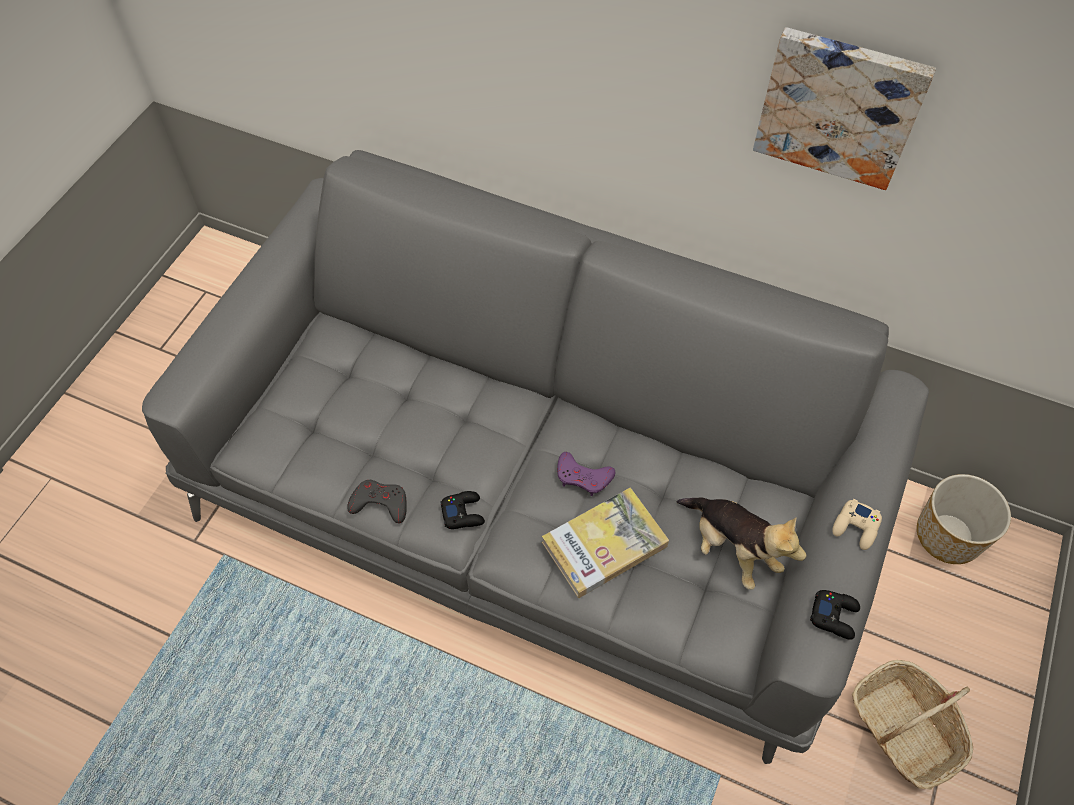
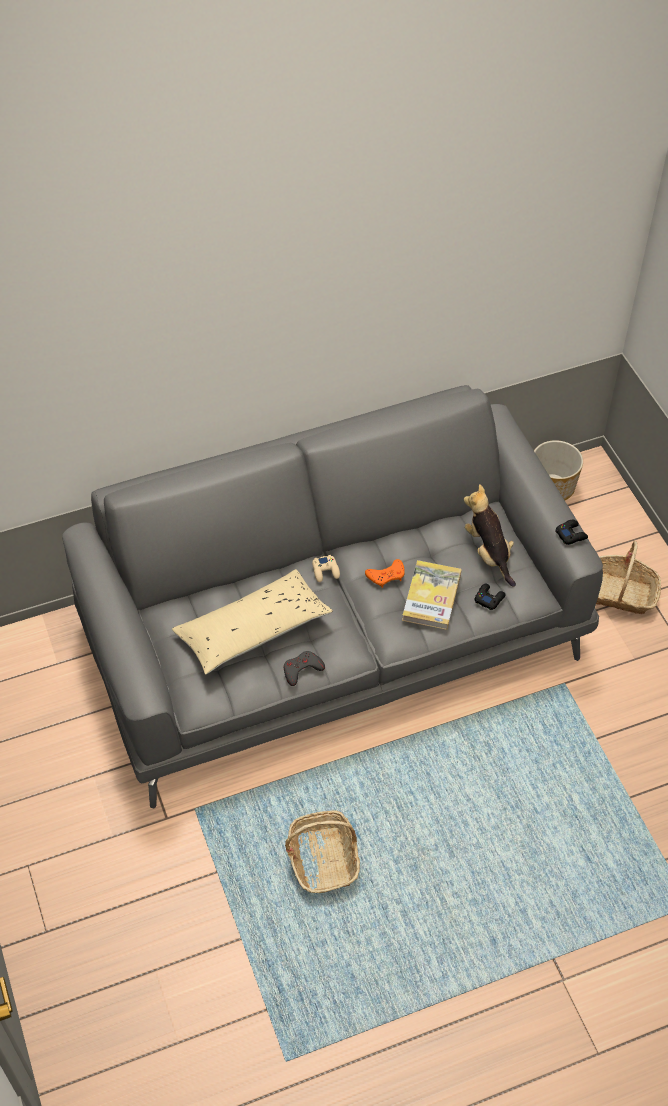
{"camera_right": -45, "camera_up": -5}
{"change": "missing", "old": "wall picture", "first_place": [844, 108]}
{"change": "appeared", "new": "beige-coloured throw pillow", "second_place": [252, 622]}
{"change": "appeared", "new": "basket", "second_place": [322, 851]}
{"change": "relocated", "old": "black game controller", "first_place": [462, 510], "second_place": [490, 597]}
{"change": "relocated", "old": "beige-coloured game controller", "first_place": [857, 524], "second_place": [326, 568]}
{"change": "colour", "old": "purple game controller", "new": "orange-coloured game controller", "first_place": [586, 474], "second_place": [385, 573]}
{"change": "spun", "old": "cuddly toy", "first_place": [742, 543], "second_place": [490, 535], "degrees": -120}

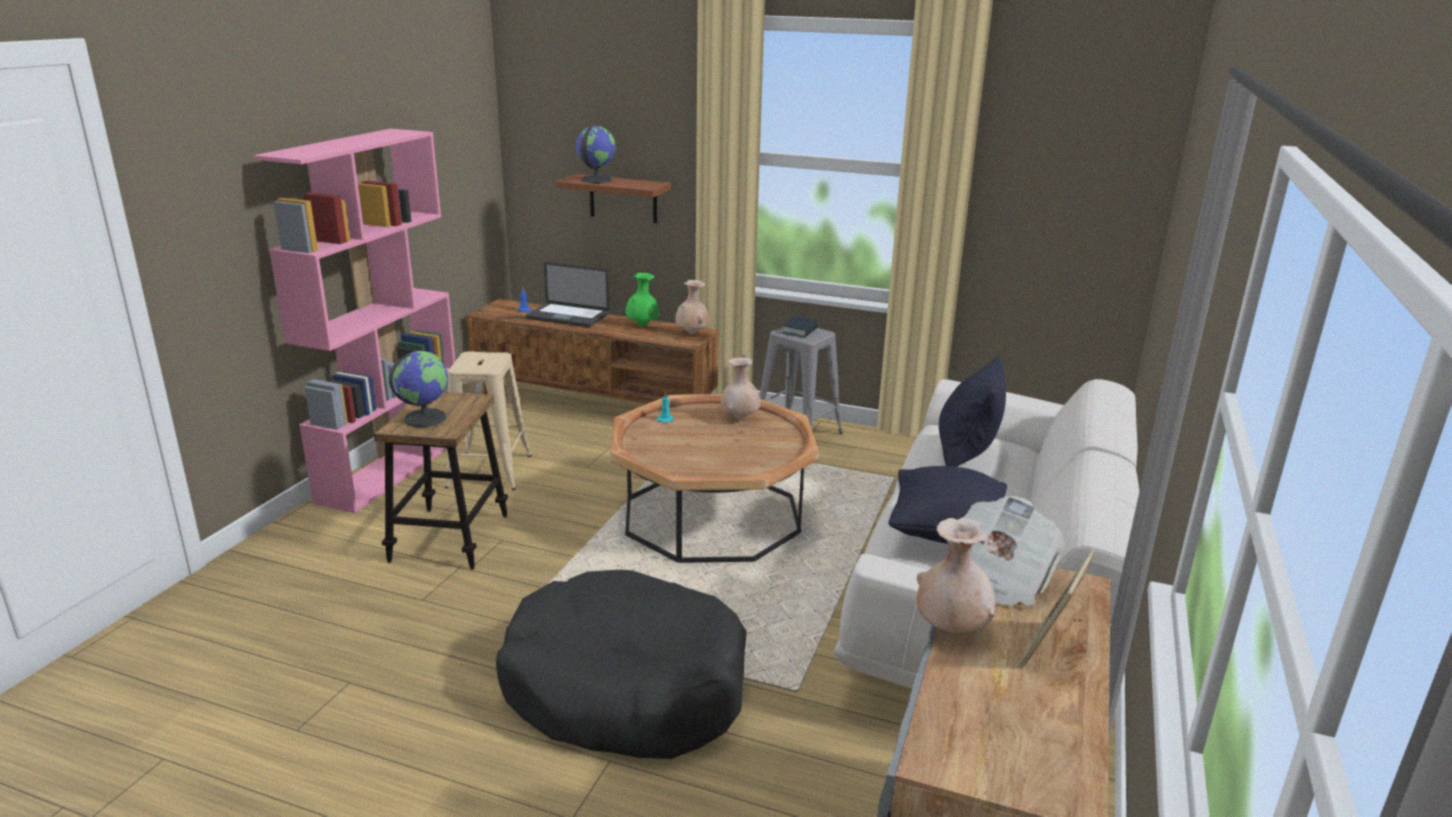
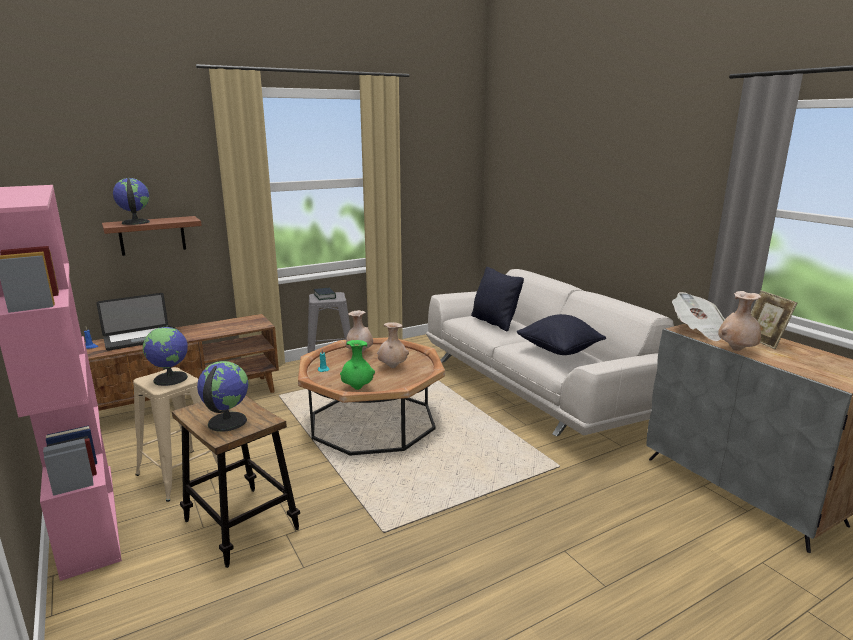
{"camera_right": -50, "camera_up": -5}
{"change": "missing", "old": "black pet bed", "first_place": [621, 664]}
{"change": "appeared", "new": "desk globe", "second_place": [165, 356]}
{"change": "relocated", "old": "greenish flower vase", "first_place": [642, 300], "second_place": [357, 365]}
{"change": "relocated", "old": "beige-coloured flower vase", "first_place": [692, 307], "second_place": [393, 345]}

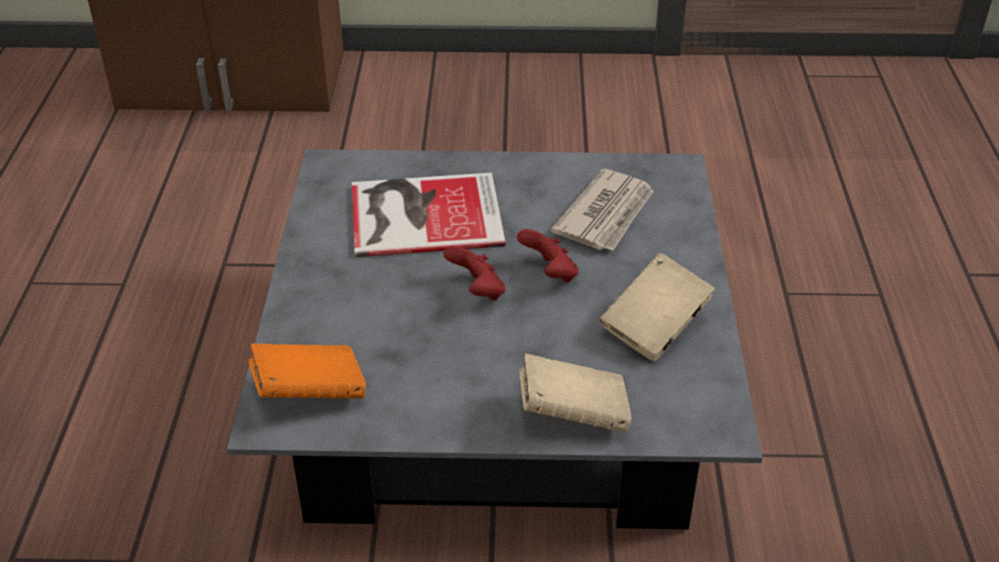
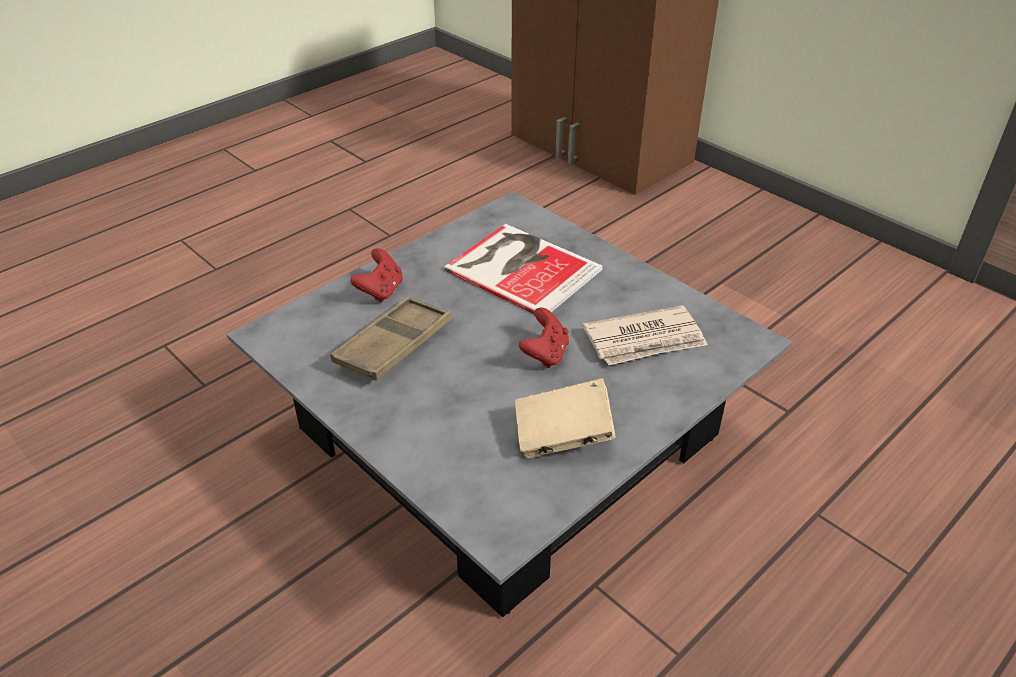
{"camera_right": 45, "camera_up": 0}
{"change": "missing", "old": "orange-coloured volume", "first_place": [307, 371]}
{"change": "missing", "old": "beige-coloured volume", "first_place": [575, 393]}
{"change": "appeared", "new": "brown-coloured carrying tray", "second_place": [391, 338]}
{"change": "relocated", "old": "reddish game controller", "first_place": [474, 273], "second_place": [376, 275]}

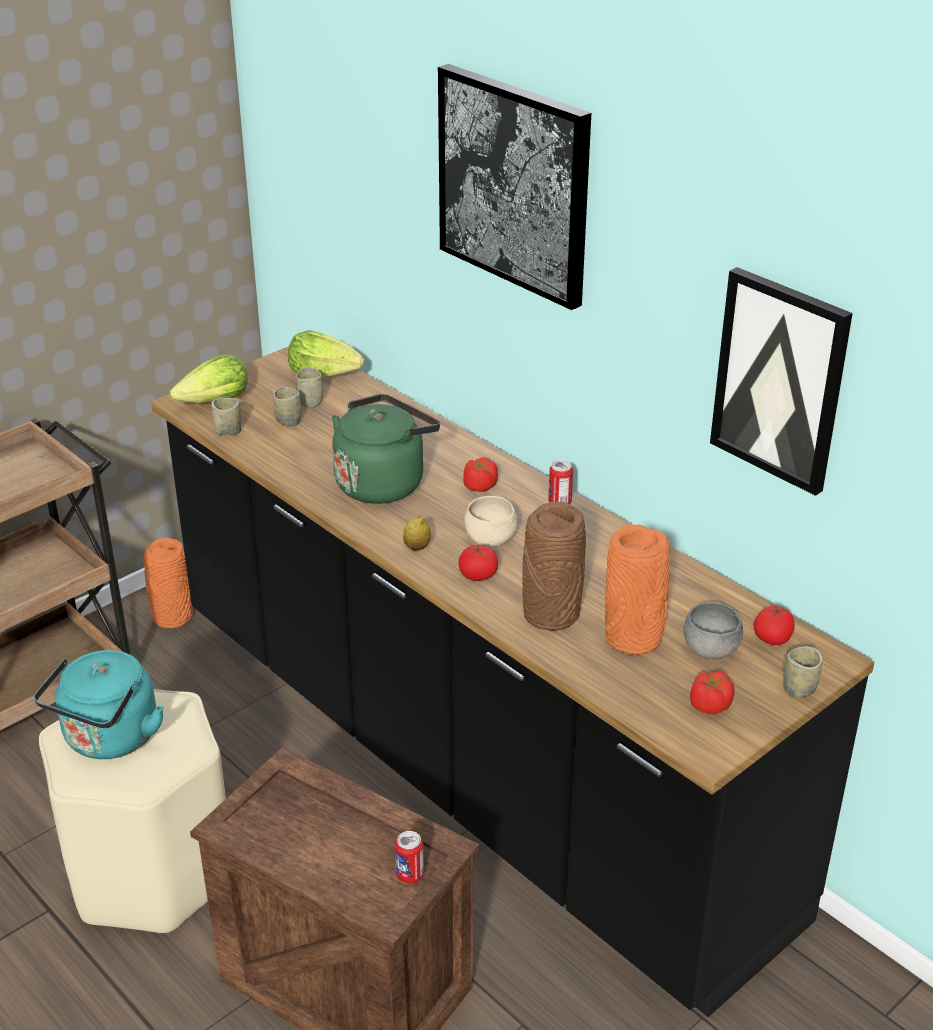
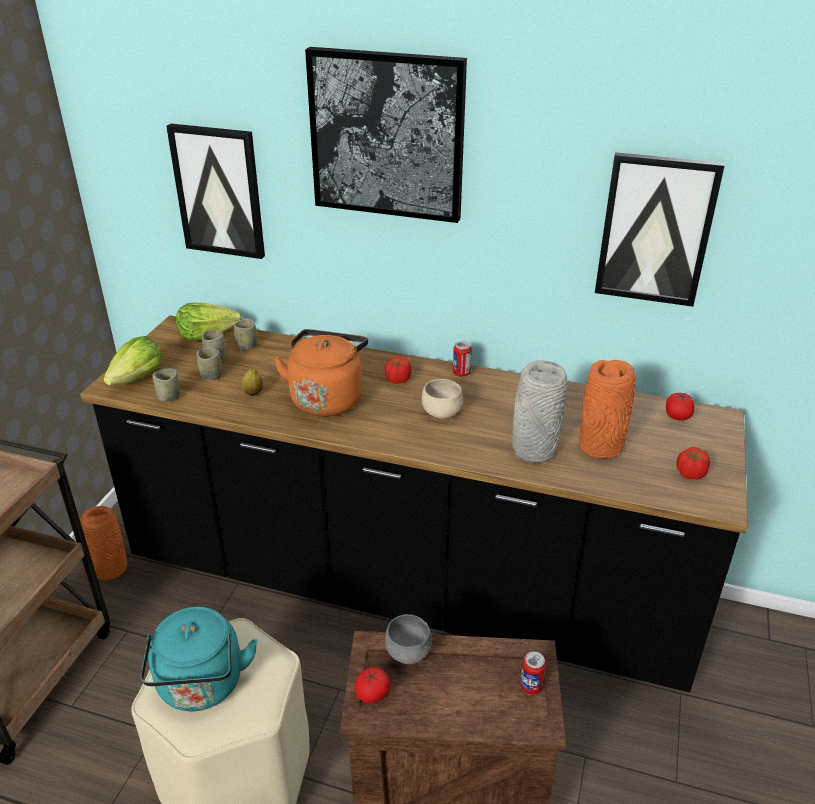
{"camera_right": -30, "camera_up": 0}
{"change": "appeared", "new": "wall picture", "second_place": [215, 191]}
{"change": "relocated", "old": "whole lemon", "first_place": [417, 533], "second_place": [252, 382]}
{"change": "relocated", "old": "fresh tomato", "first_place": [478, 563], "second_place": [372, 685]}
{"change": "relocated", "old": "greyish serving bowl", "first_place": [713, 631], "second_place": [408, 639]}
{"change": "relocated", "old": "drinking cup", "first_place": [802, 672], "second_place": [245, 335]}
{"change": "colour", "old": "greenish tea kettle", "new": "orange-coloured tea kettle", "first_place": [386, 449], "second_place": [320, 372]}
{"change": "colour", "old": "brown-coloured flower vase", "new": "greyish flower vase", "first_place": [554, 566], "second_place": [539, 411]}

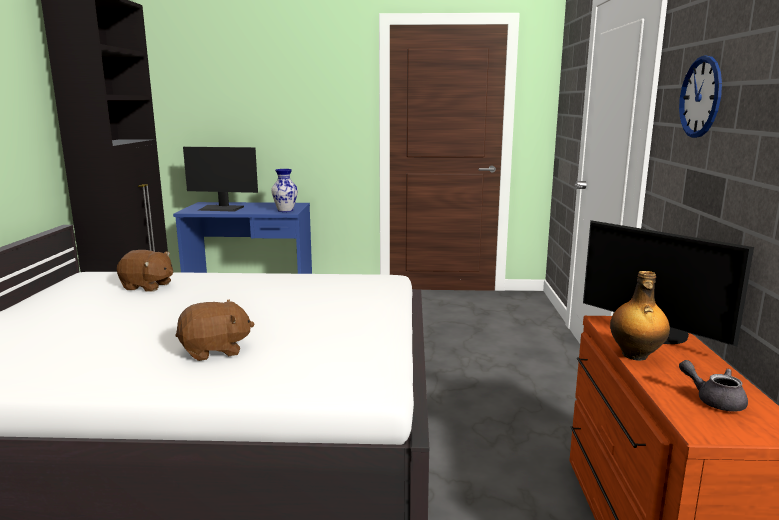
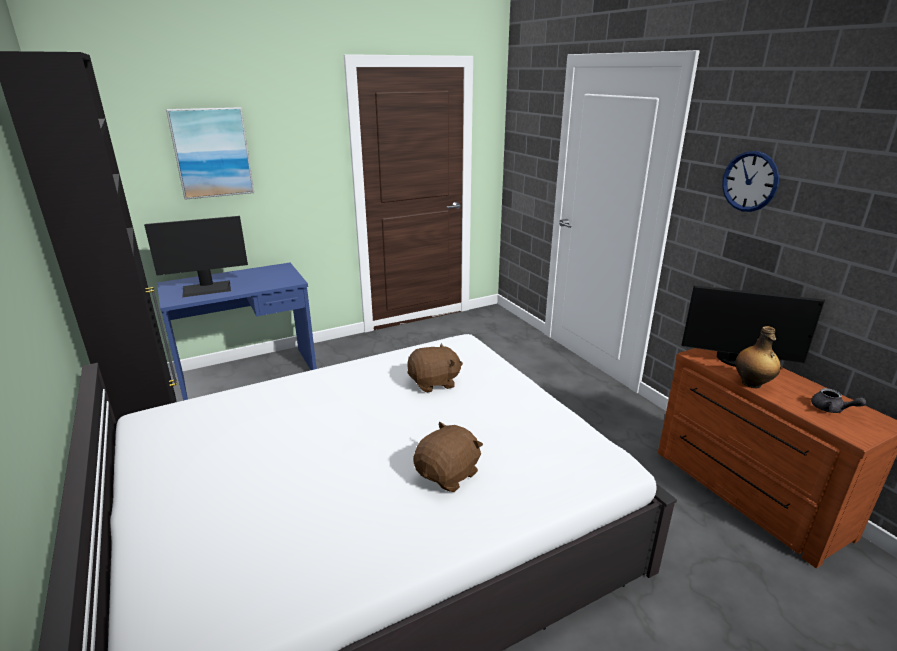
{"camera_right": -30, "camera_up": 10}
{"change": "missing", "old": "flower vase", "first_place": [284, 190]}
{"change": "appeared", "new": "wall picture", "second_place": [210, 153]}
{"change": "relocated", "old": "brown-coloured cuddly toy", "first_place": [145, 271], "second_place": [435, 368]}
{"change": "spun", "old": "greyish tea pot", "first_place": [713, 386], "second_place": [838, 400], "degrees": -150}

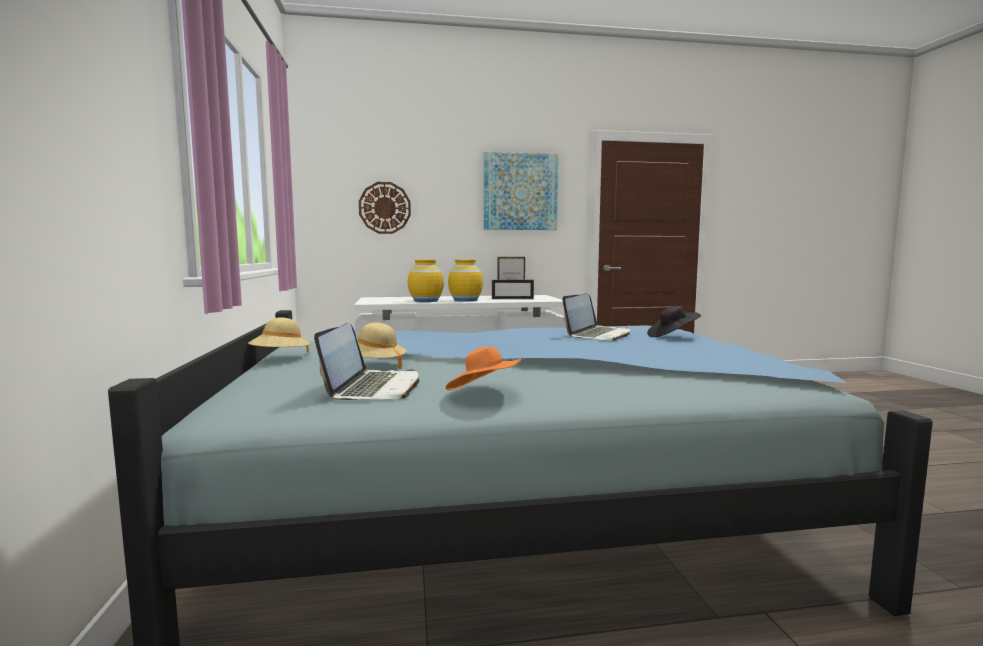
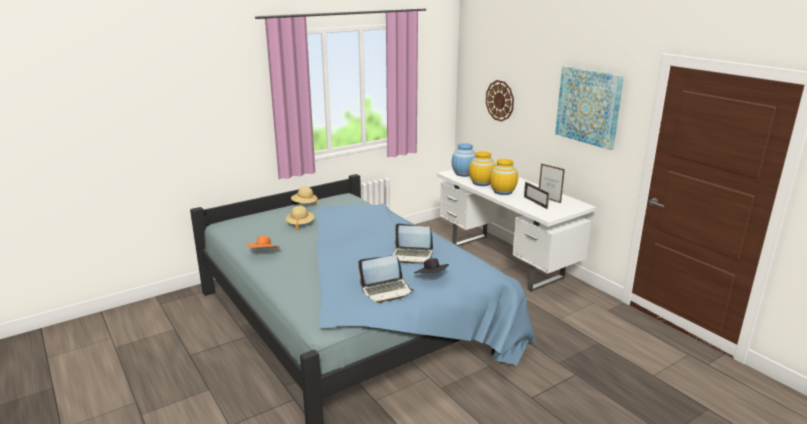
{"camera_right": 65, "camera_up": 15}
{"change": "appeared", "new": "blue flower vase", "second_place": [464, 160]}
{"change": "relocated", "old": "portable computer", "first_place": [366, 361], "second_place": [385, 279]}

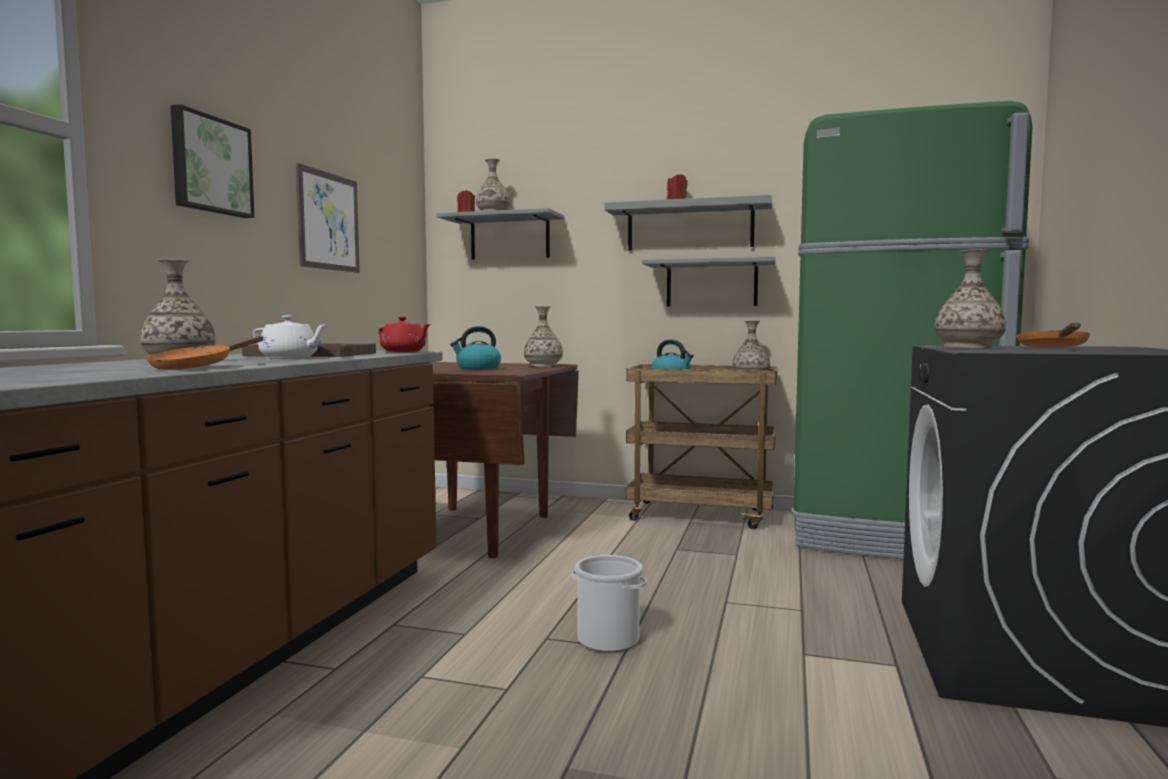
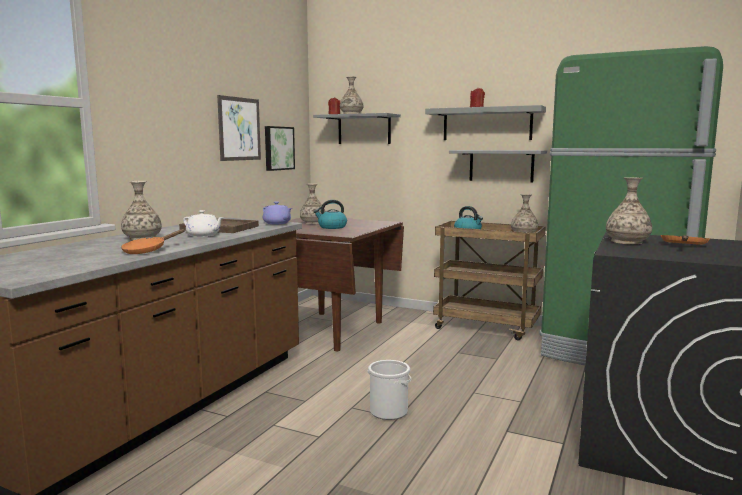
{"camera_right": 10, "camera_up": 5}
{"change": "relocated", "old": "wall picture", "first_place": [213, 161], "second_place": [280, 148]}
{"change": "relocated", "old": "flower vase", "first_place": [543, 336], "second_place": [312, 203]}
{"change": "colour", "old": "reddish tea pot", "new": "purple tea pot", "first_place": [404, 334], "second_place": [277, 213]}

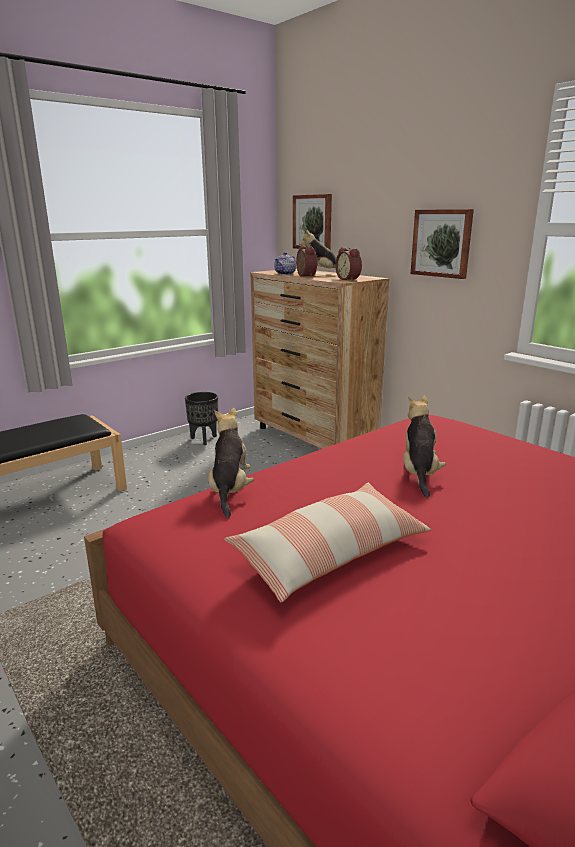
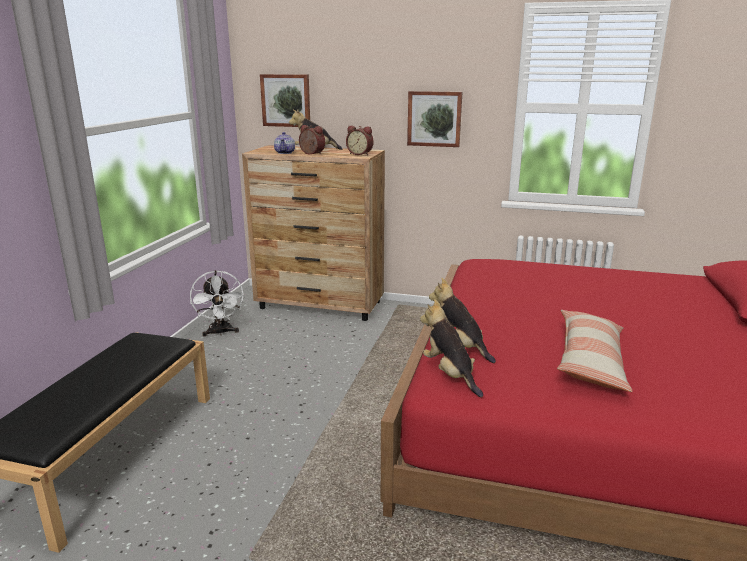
{"camera_right": -35, "camera_up": 0}
{"change": "relocated", "old": "cuddly toy", "first_place": [424, 446], "second_place": [451, 348]}
{"change": "exchanged", "old": "black flower pot", "new": "whitish electric fan", "first_place": [201, 418], "second_place": [217, 303]}

